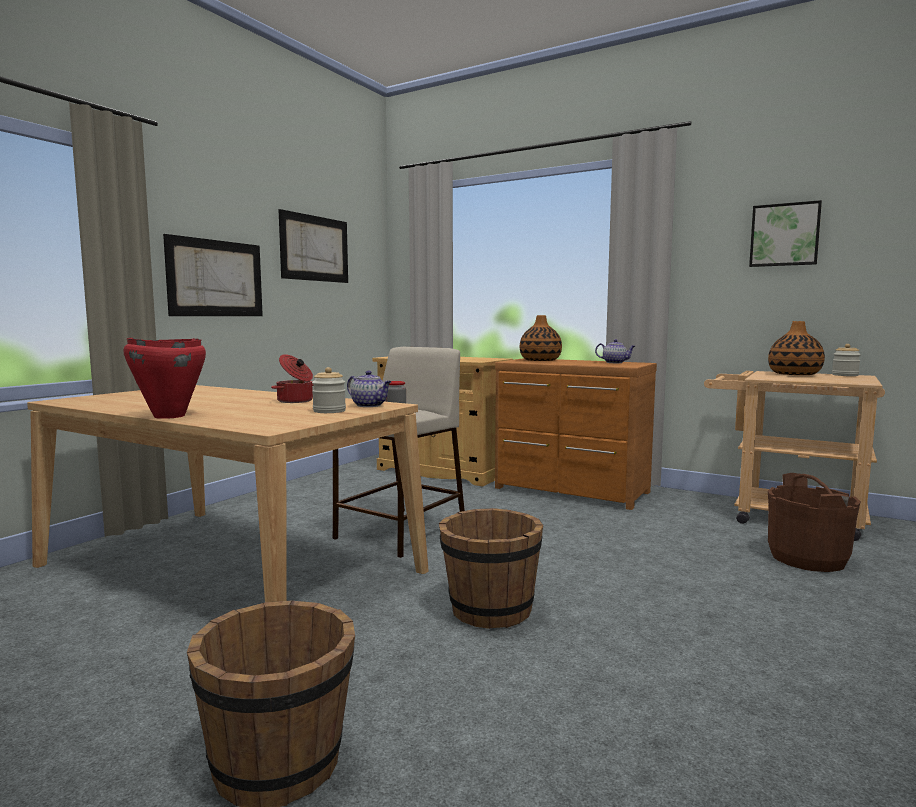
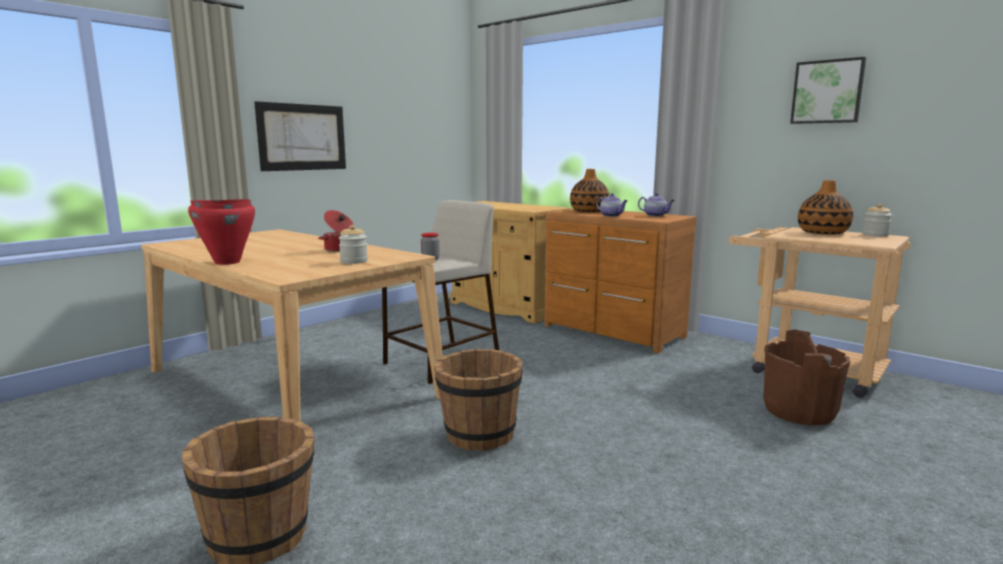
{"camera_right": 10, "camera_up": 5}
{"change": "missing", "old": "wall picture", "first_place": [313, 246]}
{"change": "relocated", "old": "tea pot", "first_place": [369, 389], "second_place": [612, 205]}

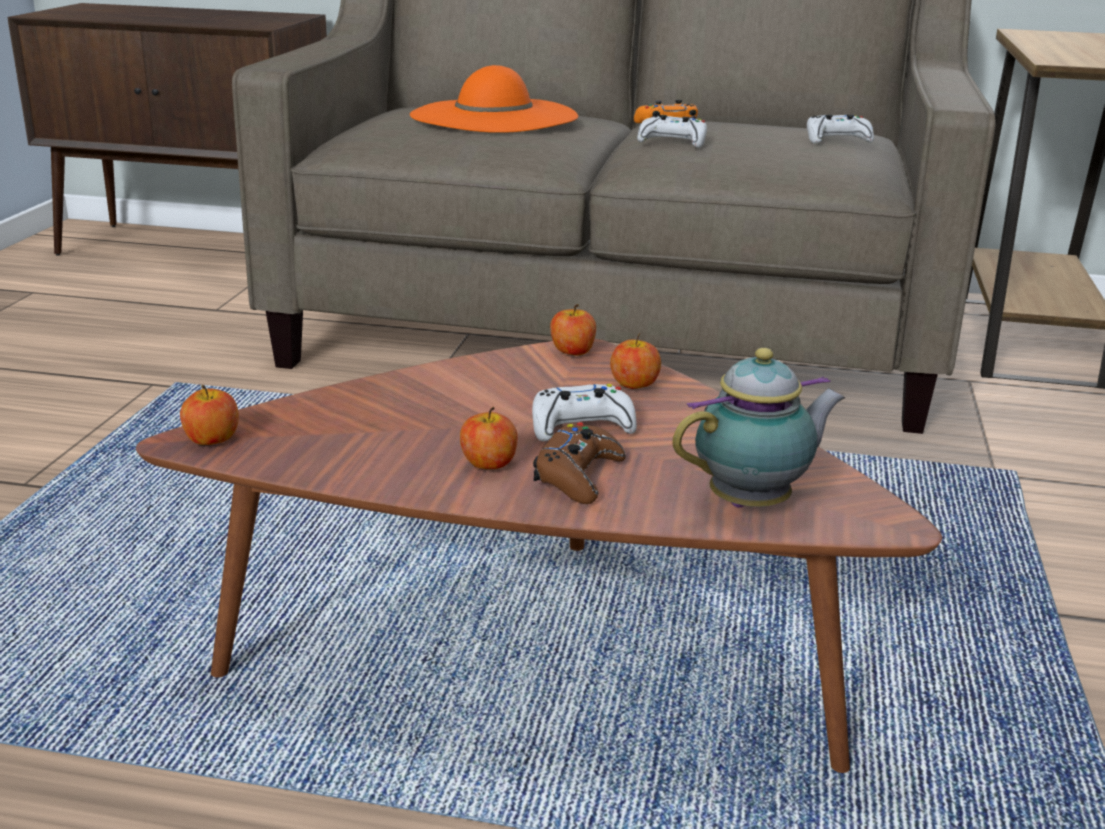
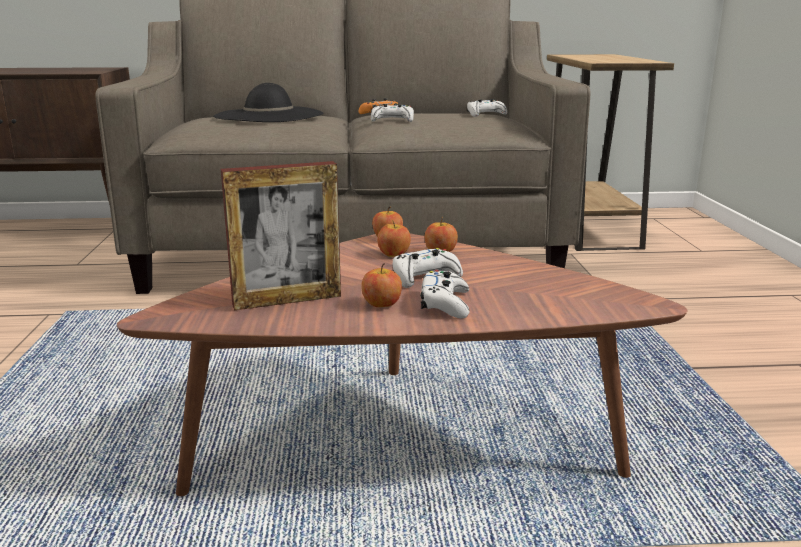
{"camera_right": -15, "camera_up": -5}
{"change": "missing", "old": "tea pot", "first_place": [758, 428]}
{"change": "appeared", "new": "picture frame", "second_place": [281, 235]}
{"change": "relocated", "old": "apple", "first_place": [209, 415], "second_place": [394, 239]}
{"change": "colour", "old": "orange-coloured wearable hat", "new": "black wearable hat", "first_place": [494, 99], "second_place": [268, 102]}
{"change": "colour", "old": "brown-coloured game controller", "new": "whitish game controller", "first_place": [579, 463], "second_place": [445, 294]}

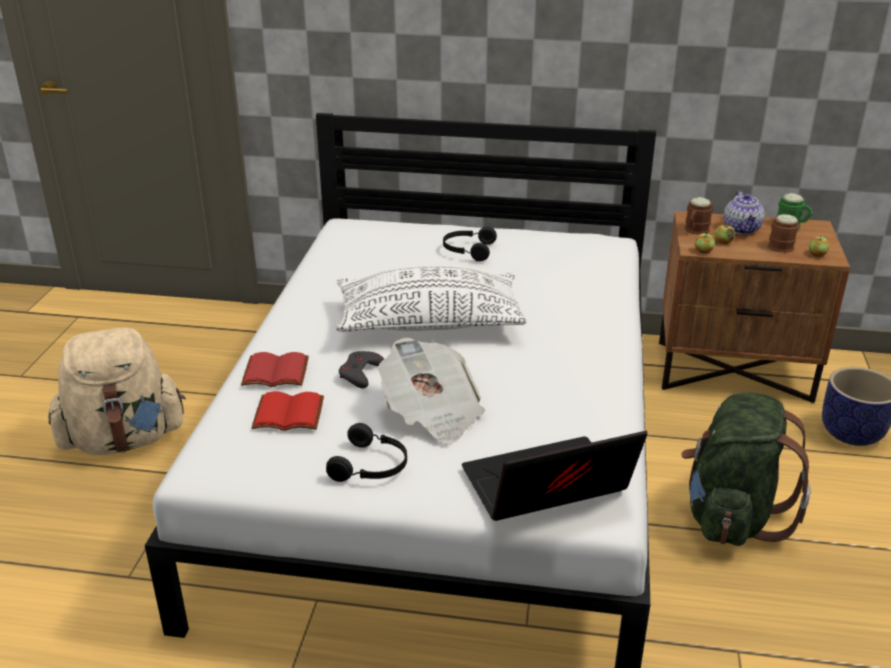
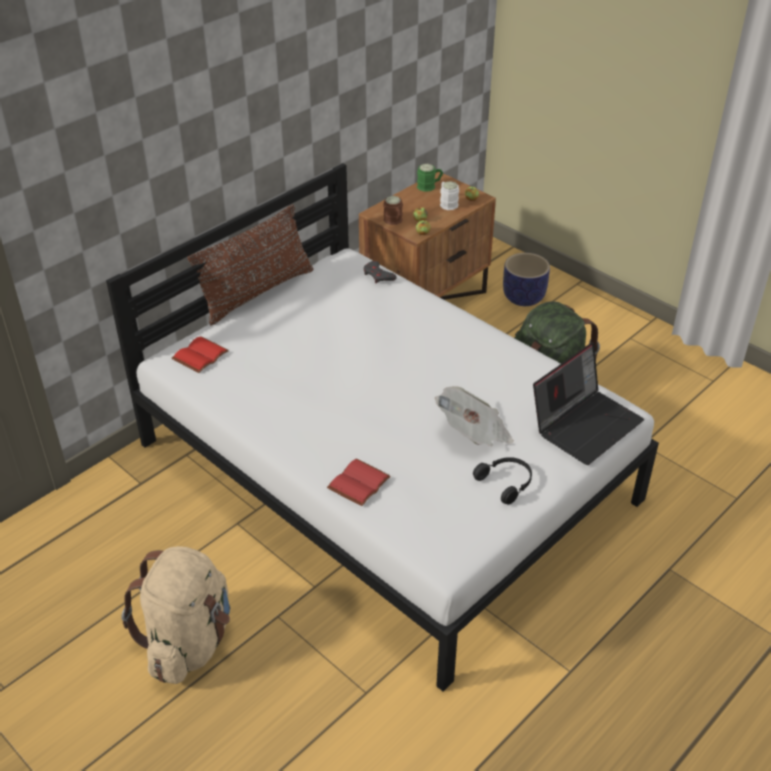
{"camera_right": -55, "camera_up": 10}
{"change": "missing", "old": "whitish throw pillow", "first_place": [431, 299]}
{"change": "missing", "old": "black headphones", "first_place": [470, 244]}
{"change": "missing", "old": "tea pot", "first_place": [744, 212]}
{"change": "appeared", "new": "brown-coloured throw pillow", "second_place": [250, 265]}
{"change": "relocated", "old": "reddish volume", "first_place": [287, 411], "second_place": [200, 354]}
{"change": "relocated", "old": "greyish game controller", "first_place": [361, 369], "second_place": [380, 272]}
{"change": "colour", "old": "brown-coloured coffee mug", "new": "whitish coffee mug", "first_place": [783, 233], "second_place": [449, 195]}
{"change": "spun", "old": "portable computer", "first_place": [554, 476], "second_place": [588, 403], "degrees": -150}

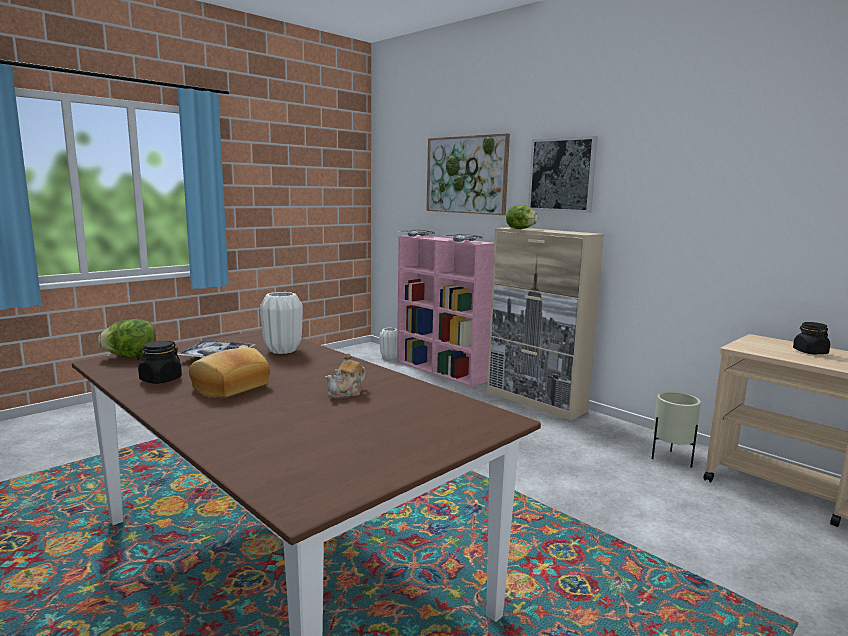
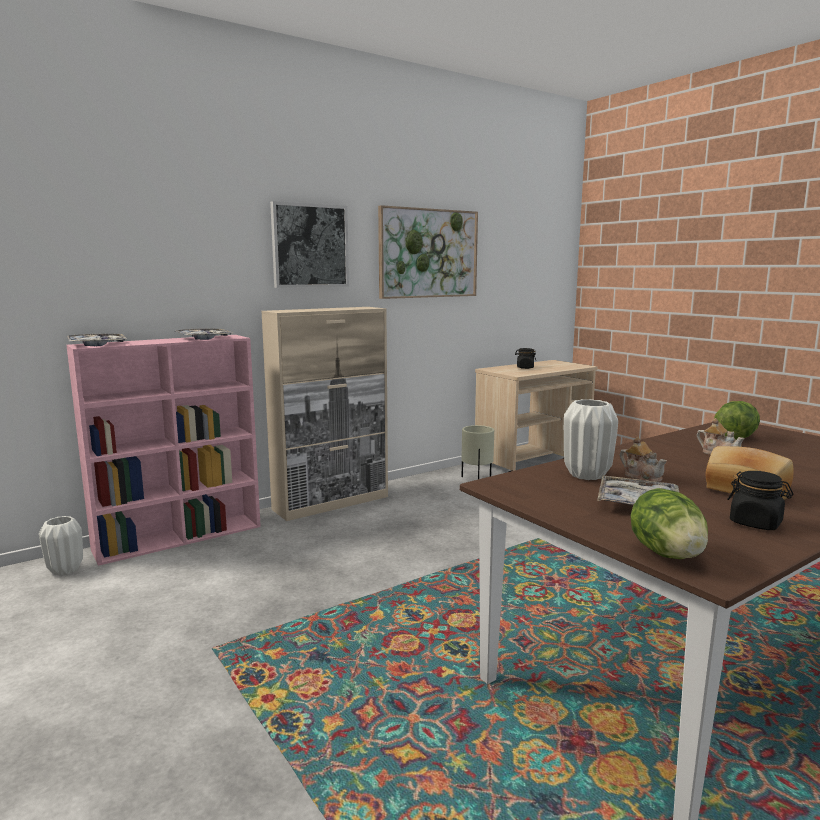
{"camera_right": -80, "camera_up": 0}
{"change": "appeared", "new": "tea pot", "second_place": [643, 459]}
{"change": "relocated", "old": "wall picture", "first_place": [468, 174], "second_place": [428, 252]}
{"change": "relocated", "old": "lettuce", "first_place": [522, 217], "second_place": [737, 420]}

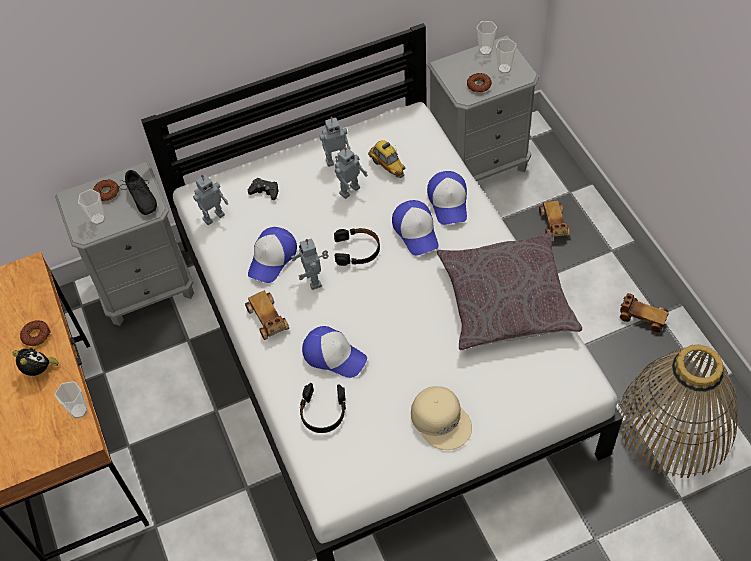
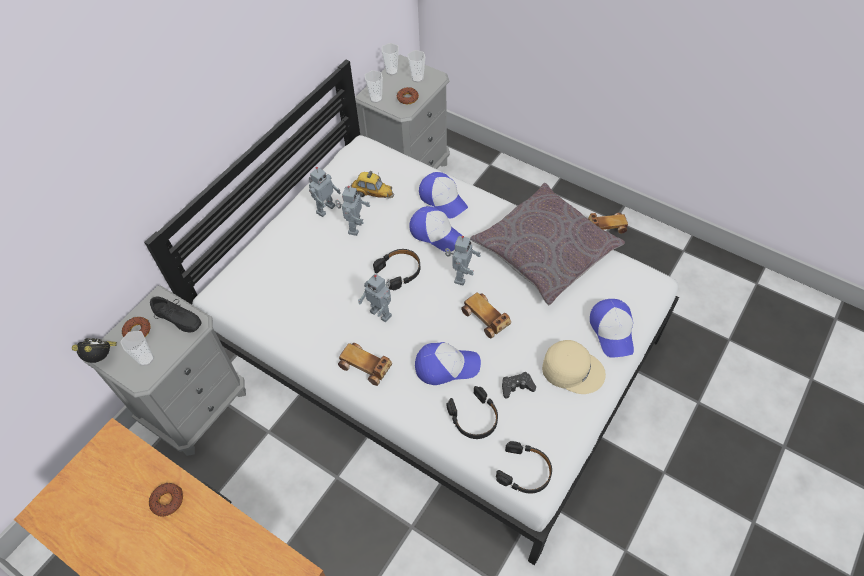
{"camera_right": -35, "camera_up": 0}
{"change": "missing", "old": "basket", "first_place": [678, 411]}
{"change": "appeared", "new": "black headphones", "second_place": [524, 467]}
{"change": "relocated", "old": "bedside clock", "first_place": [36, 362], "second_place": [94, 350]}
{"change": "relocated", "old": "drinking cup", "first_place": [71, 399], "second_place": [374, 86]}
{"change": "relocated", "old": "toy robot", "first_place": [210, 199], "second_place": [463, 260]}
{"change": "relocated", "old": "black game controller", "first_place": [263, 189], "second_place": [519, 385]}
{"change": "relocated", "old": "baseball cap", "first_place": [272, 255], "second_place": [612, 328]}
{"change": "relocated", "old": "miniature car", "first_place": [554, 218], "second_place": [486, 315]}

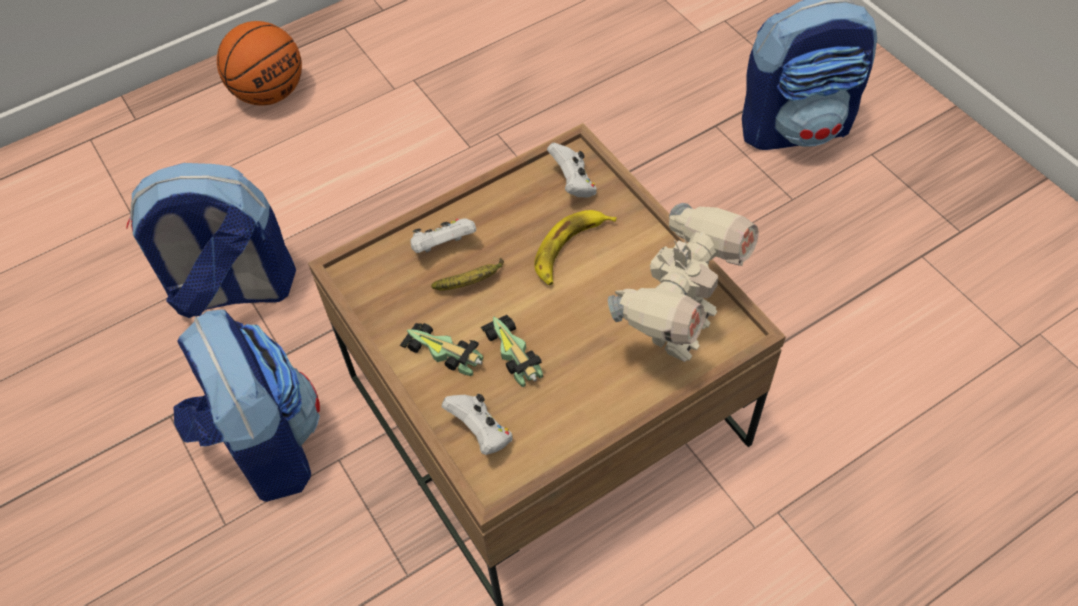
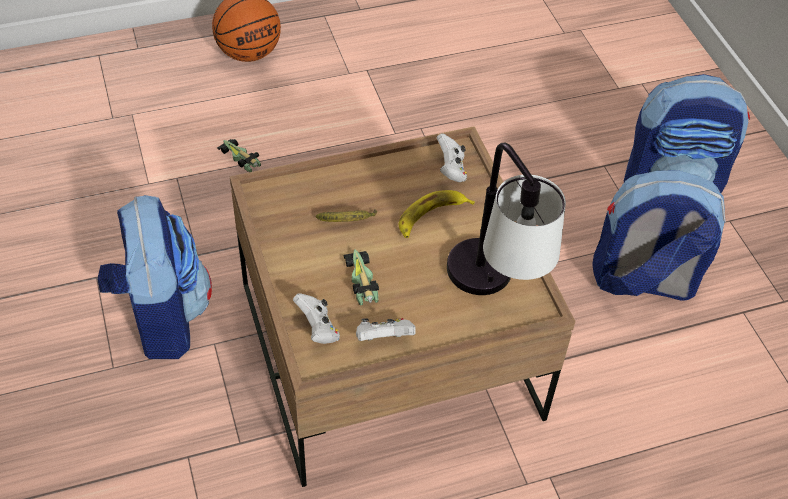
{"camera_right": 10, "camera_up": -5}
{"change": "relocated", "old": "knapsack", "first_place": [211, 240], "second_place": [658, 235]}
{"change": "relocated", "old": "miniature car", "first_place": [441, 349], "second_place": [239, 155]}
{"change": "relocated", "old": "whitish game controller", "first_place": [443, 235], "second_place": [386, 329]}
{"change": "exchanged", "old": "toy robot", "new": "tabletop lamp", "first_place": [683, 282], "second_place": [506, 219]}

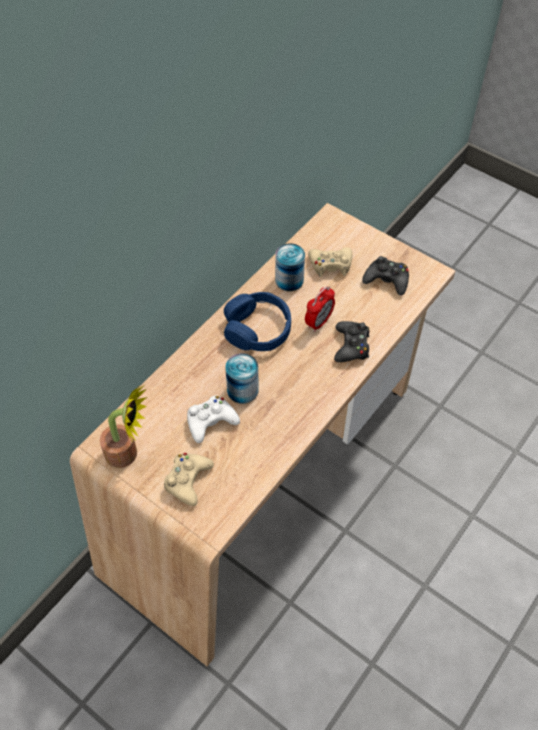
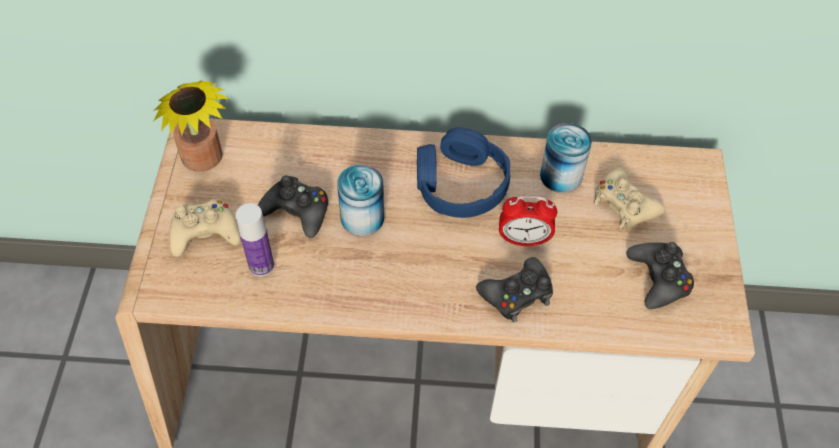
{"camera_right": 55, "camera_up": 0}
{"change": "appeared", "new": "beverage bottle", "second_place": [255, 240]}
{"change": "colour", "old": "whitish game controller", "new": "black game controller", "first_place": [213, 419], "second_place": [293, 206]}

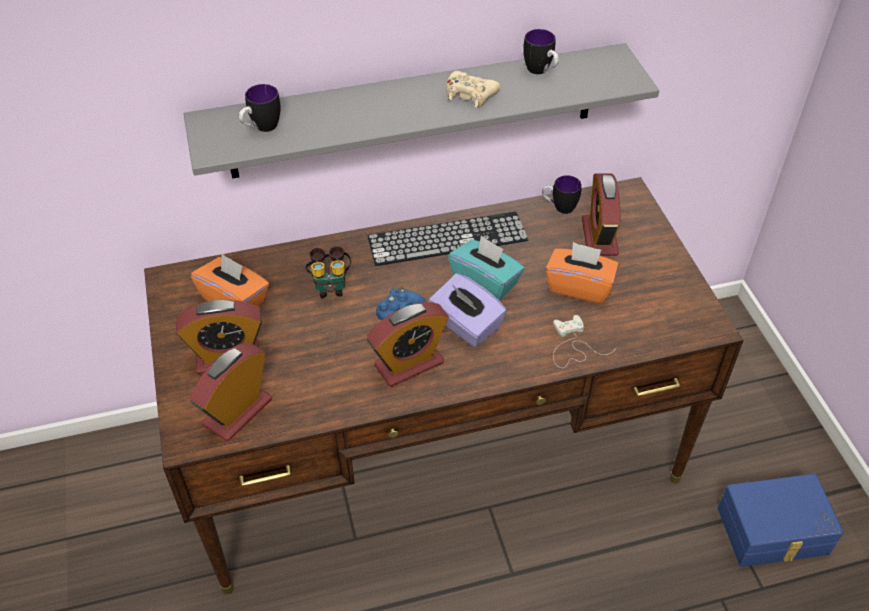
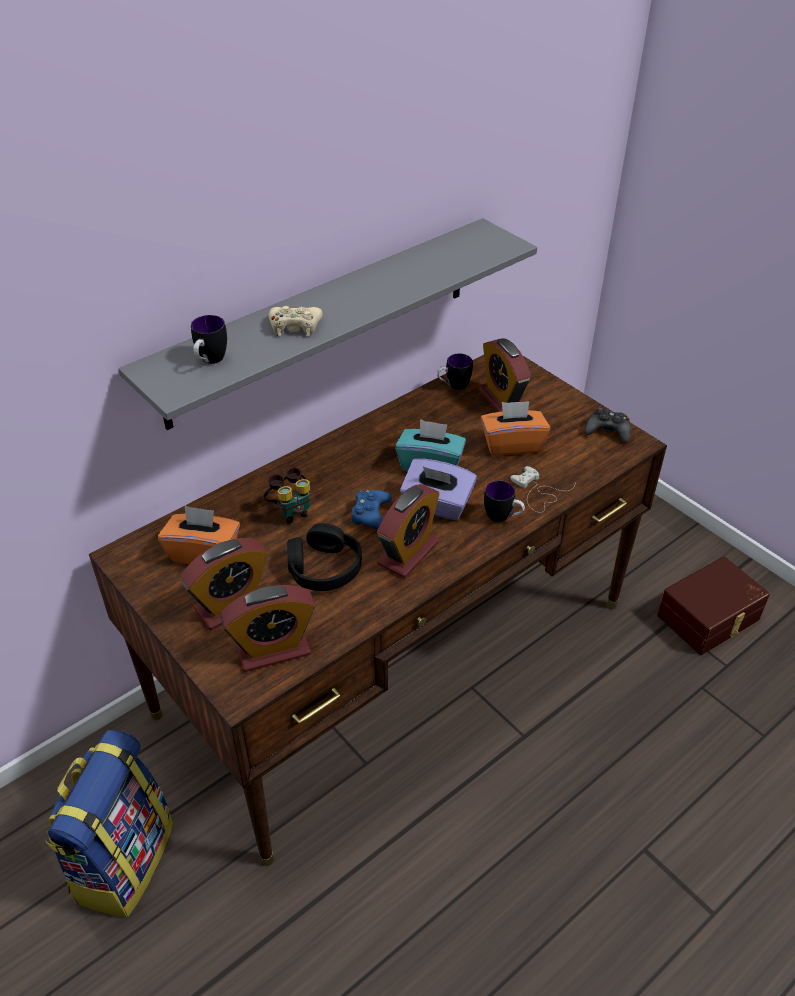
{"camera_right": -25, "camera_up": -5}
{"change": "missing", "old": "keyboard", "first_place": [448, 239]}
{"change": "appeared", "new": "knapsack", "second_place": [109, 823]}
{"change": "appeared", "new": "black headphones", "second_place": [324, 557]}
{"change": "appeared", "new": "black game controller", "second_place": [607, 425]}
{"change": "relocated", "old": "beige-coloured game controller", "first_place": [473, 89], "second_place": [296, 321]}
{"change": "relocated", "old": "coffee mug", "first_place": [541, 51], "second_place": [504, 502]}
{"change": "colour", "old": "blue storage box", "new": "brown-coloured storage box", "first_place": [781, 520], "second_place": [713, 606]}
{"change": "spun", "old": "bedside clock", "first_place": [230, 392], "second_place": [268, 628], "degrees": -120}

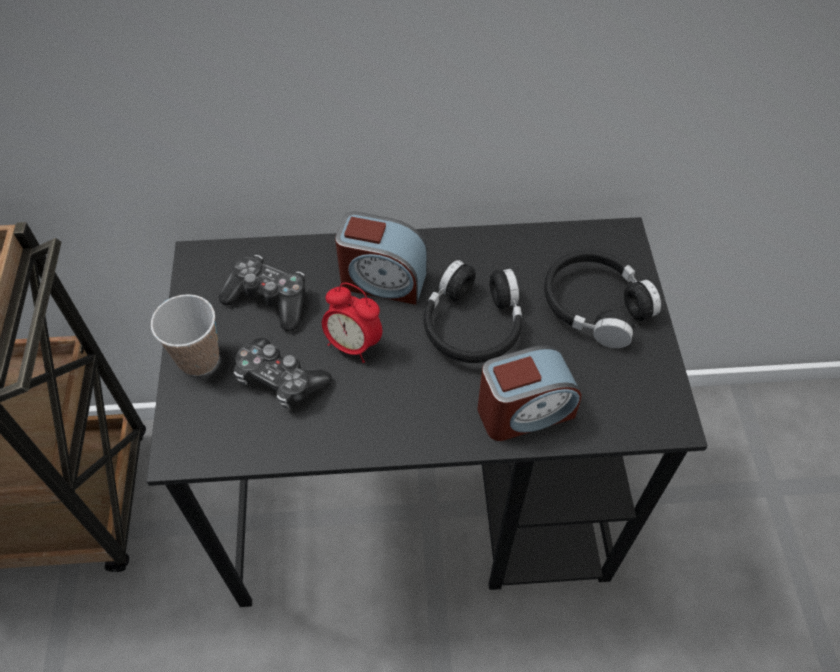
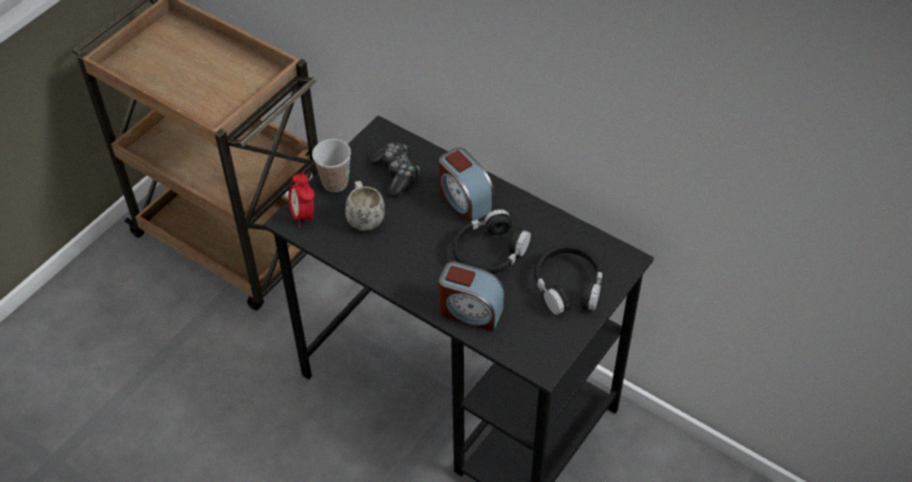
{"camera_right": 40, "camera_up": -5}
{"change": "relocated", "old": "bedside clock", "first_place": [352, 323], "second_place": [301, 199]}
{"change": "exchanged", "old": "game controller", "new": "whitish coffee mug", "first_place": [282, 373], "second_place": [365, 206]}

